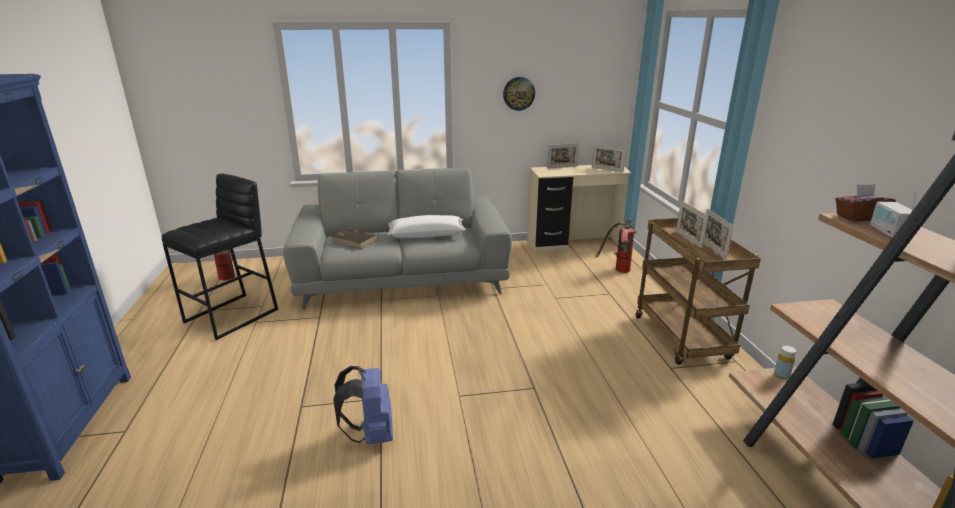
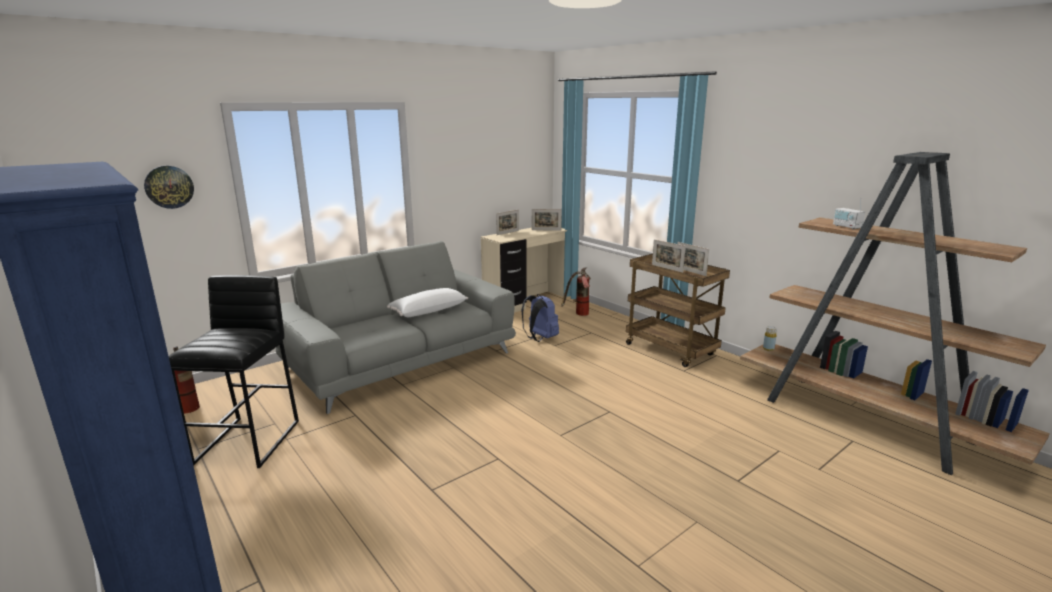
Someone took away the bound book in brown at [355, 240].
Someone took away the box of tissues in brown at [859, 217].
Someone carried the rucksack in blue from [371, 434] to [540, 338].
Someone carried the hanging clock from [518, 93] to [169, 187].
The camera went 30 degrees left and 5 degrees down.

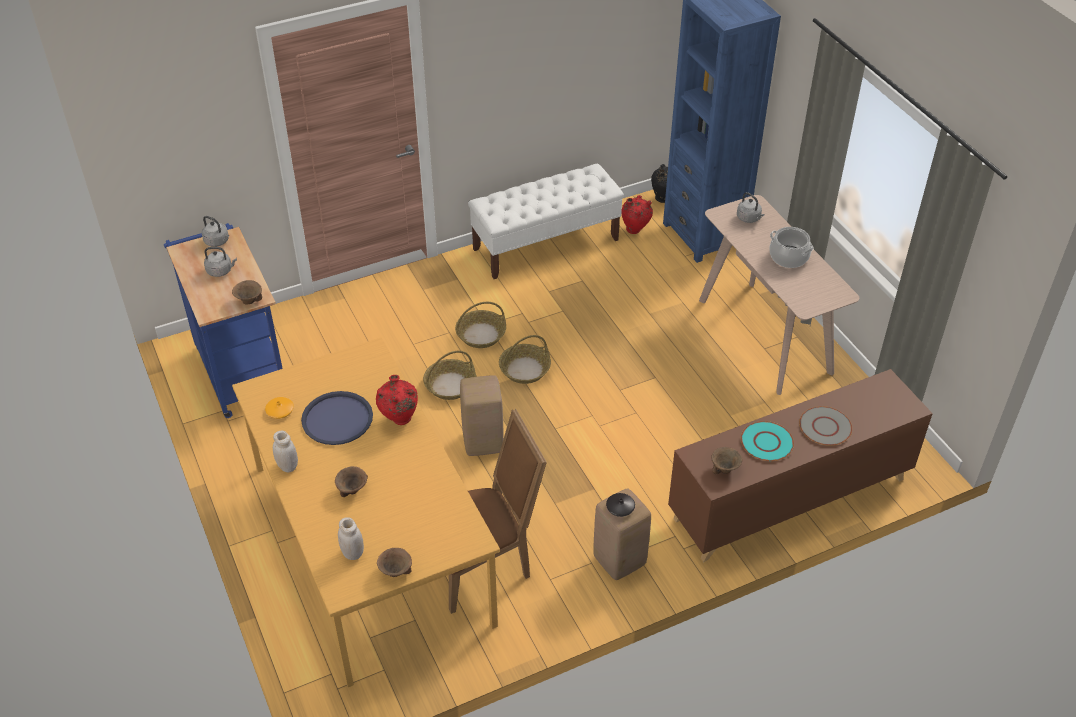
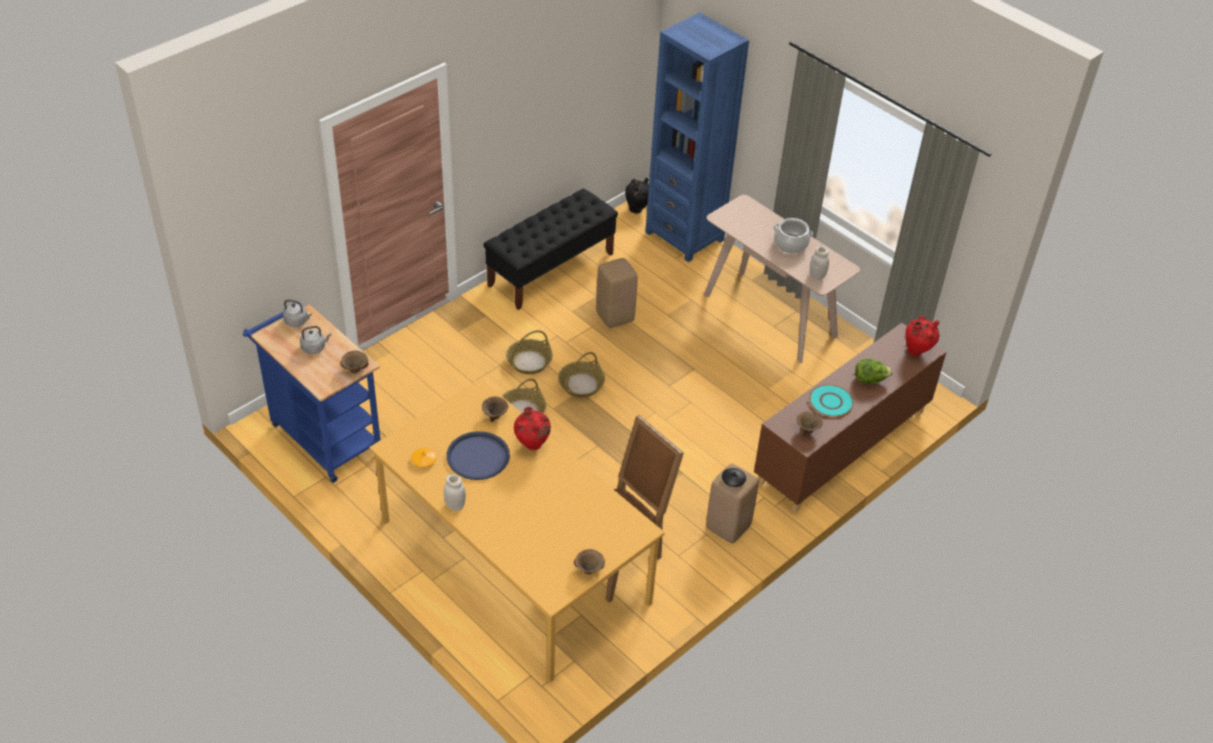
Someone took away the water kettle in greyish at [749, 218].
Someone carried the bowl in brown from [353, 489] to [495, 415].
Someone carried the storage jar in white-coloured from [352, 553] to [817, 275].
Someone carried the sitting stool in sand-coloured from [483, 442] to [615, 316].
Someone carried the flower vase in red-coloured from [635, 231] to [917, 352].
Someone swapped the dinner plate in greyish at [825, 427] for the head of lettuce at [870, 380].
Someone repainted the long seat in white-coloured at [546, 244], which became the long seat in blackish at [551, 269].
The camera went 20 degrees left and 0 degrees up.

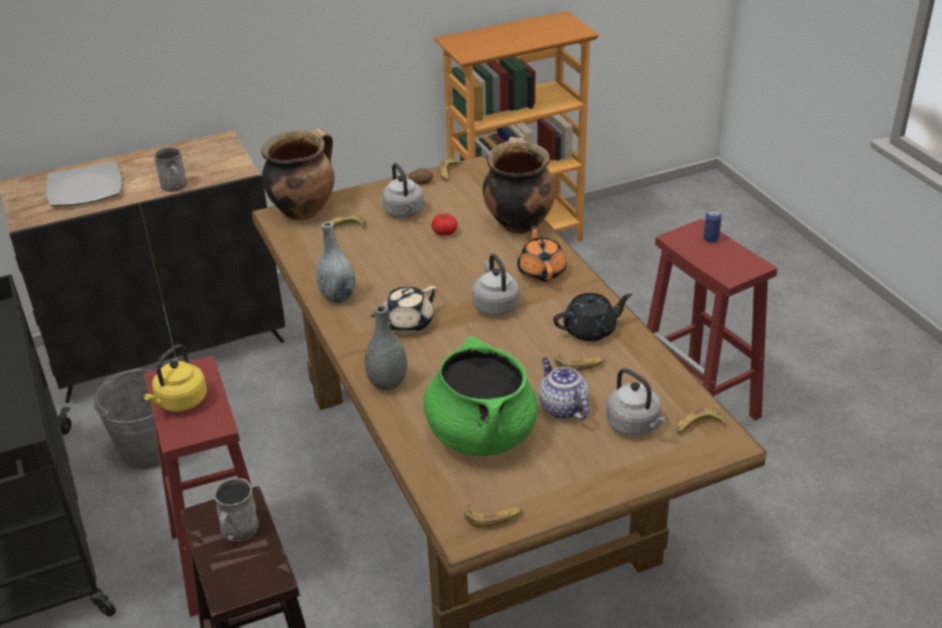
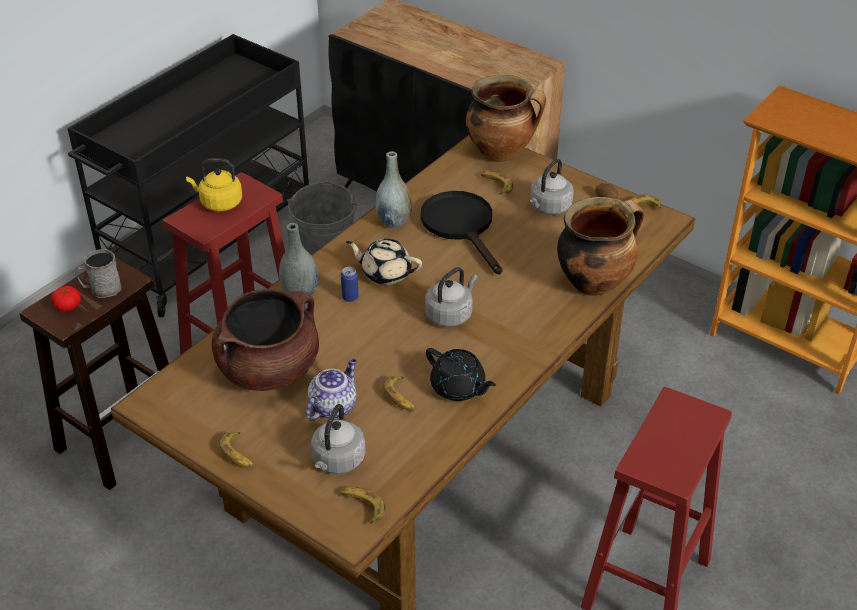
Someone took away the dinner plate at [85, 188].
Someone took away the tea mug in greyish at [175, 186].
Someone took away the tea pot in orangey at [541, 271].
Someone put down the frying pan in blackish at [461, 226].
Someone carried the fresh tomato from [444, 232] to [68, 306].
Someone carried the whole banana from [493, 517] to [238, 454].
Someone carried the can from [710, 239] to [350, 297].
Someone repainted the saucepot in greenish at [481, 434], which became the saucepot in brown at [269, 369].
The camera went 60 degrees right and 5 degrees up.

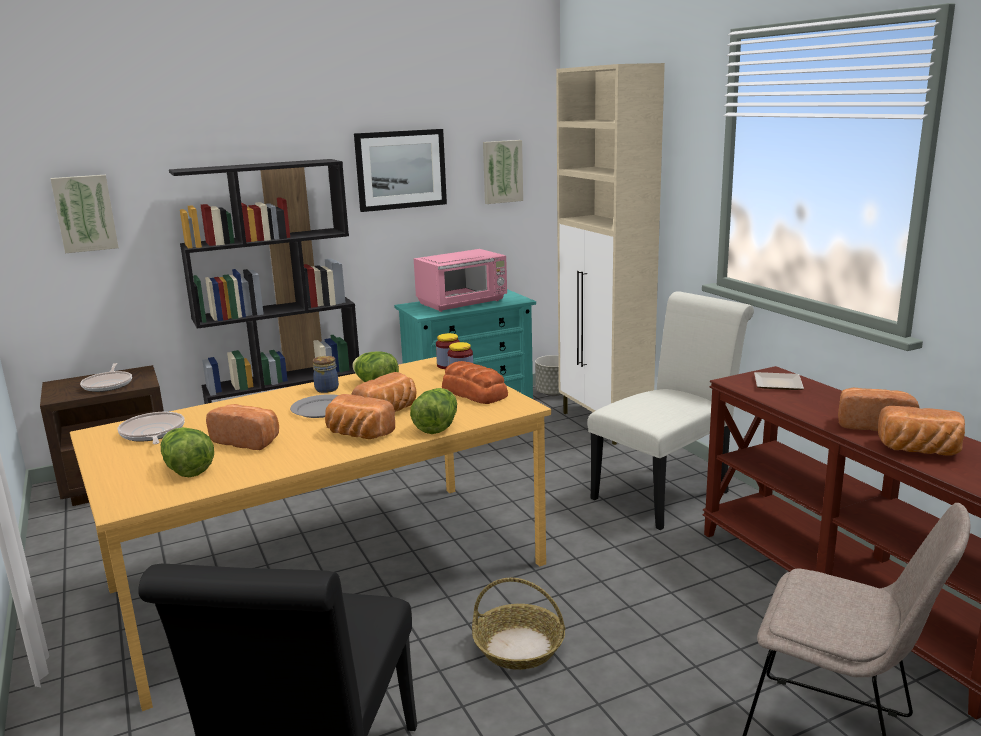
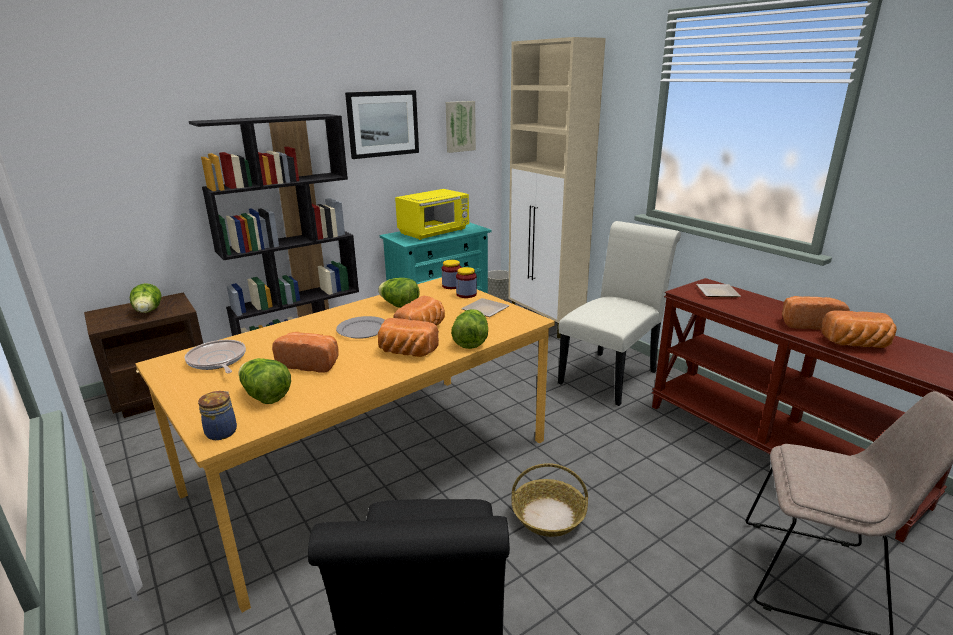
Someone took away the wall art at [85, 213].
Someone carried the storage jar from [327, 389] to [222, 431].
Someone swapped the frying pan at [108, 384] for the head of lettuce at [148, 312].
Someone swapped the baked bread at [474, 393] for the dinner plate at [485, 309].
Someone repainted the kitchen microwave in pink-coloured at [463, 303], which became the kitchen microwave in yellow-coloured at [435, 232].
The camera went 10 degrees left and 5 degrees up.

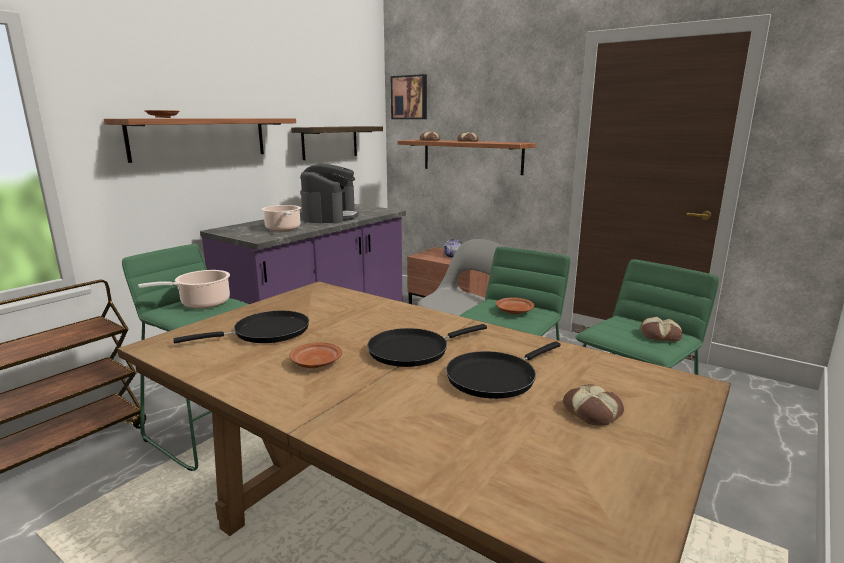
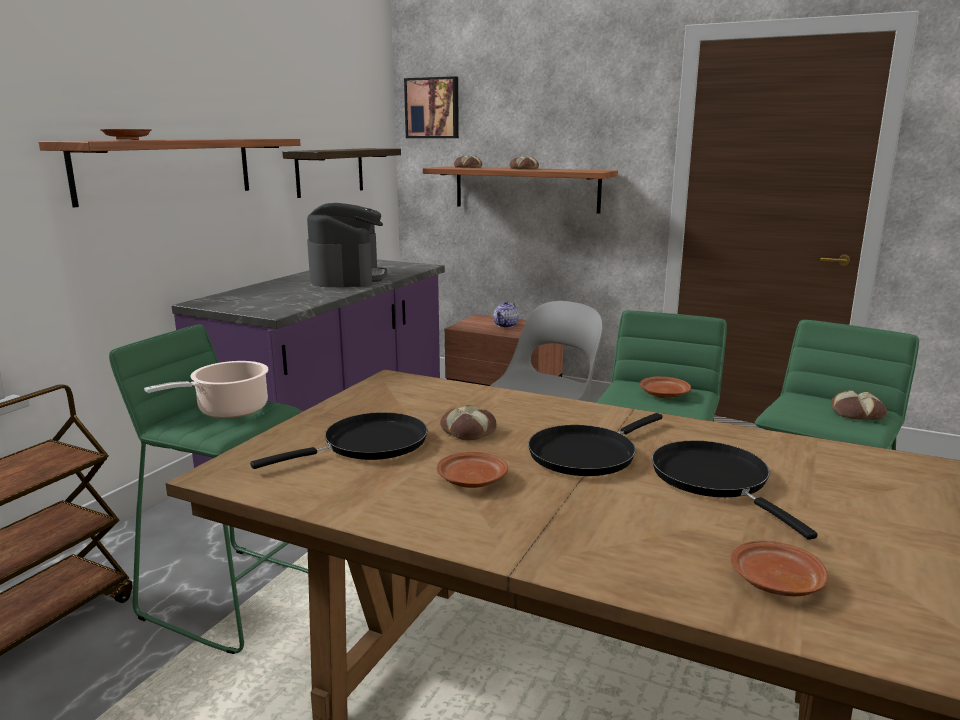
Someone took away the saucepot at [283, 229].
Someone put down the dinner plate in brown at [775, 582].
Someone carried the baked bread from [593, 411] to [469, 430].
Someone rotated the frying pan in blackish at [495, 377] by 120 degrees clockwise.
The camera went 10 degrees left and 0 degrees up.

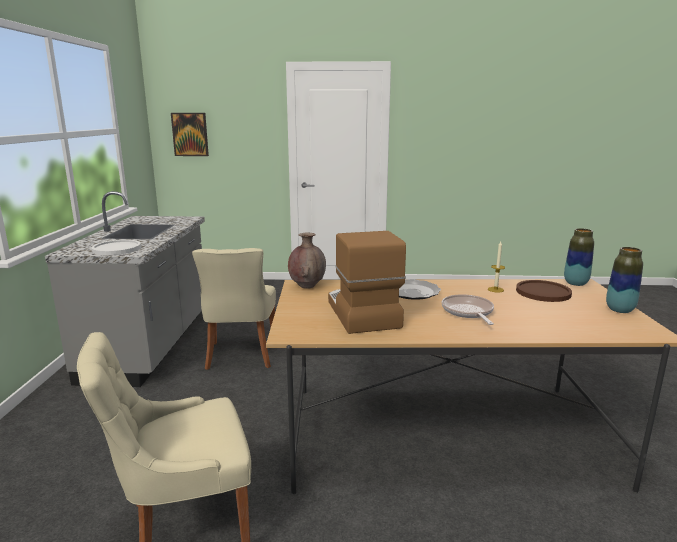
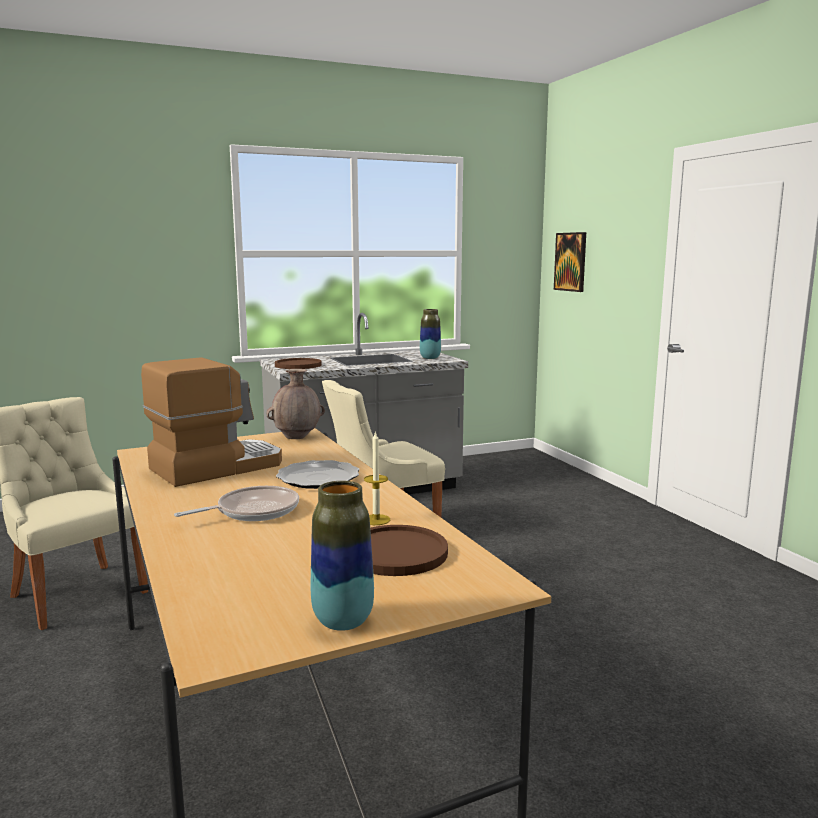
Someone carried the flower vase from [575, 283] to [430, 358].
Someone repainted the dinner plate in white-coloured at [116, 249], which became the dinner plate in brown at [298, 365].
The camera went 65 degrees right and 5 degrees down.

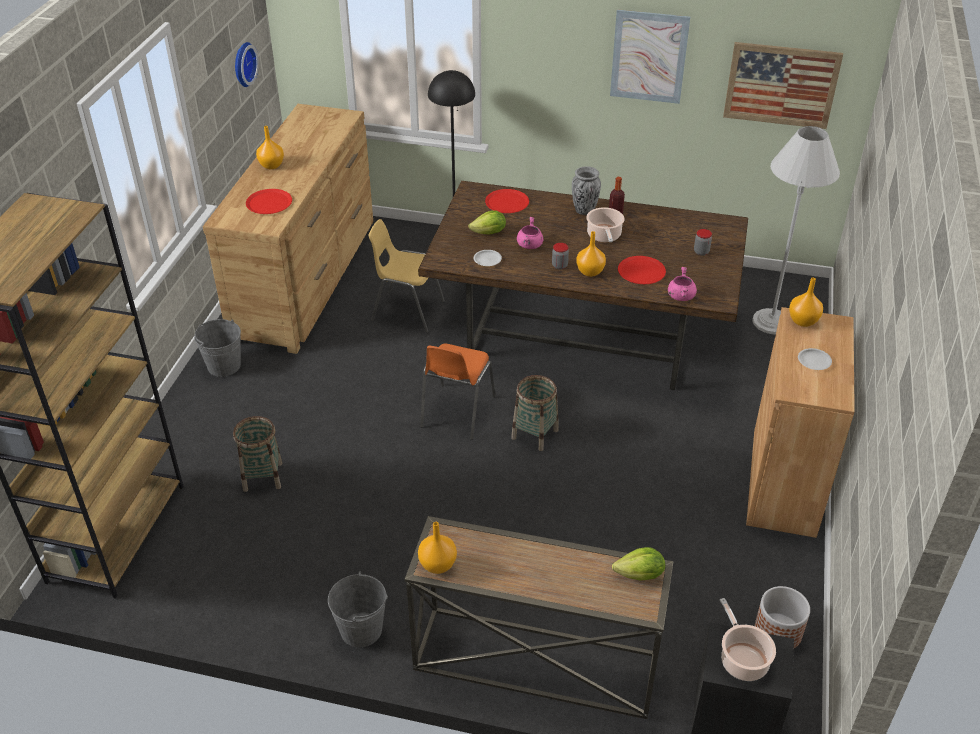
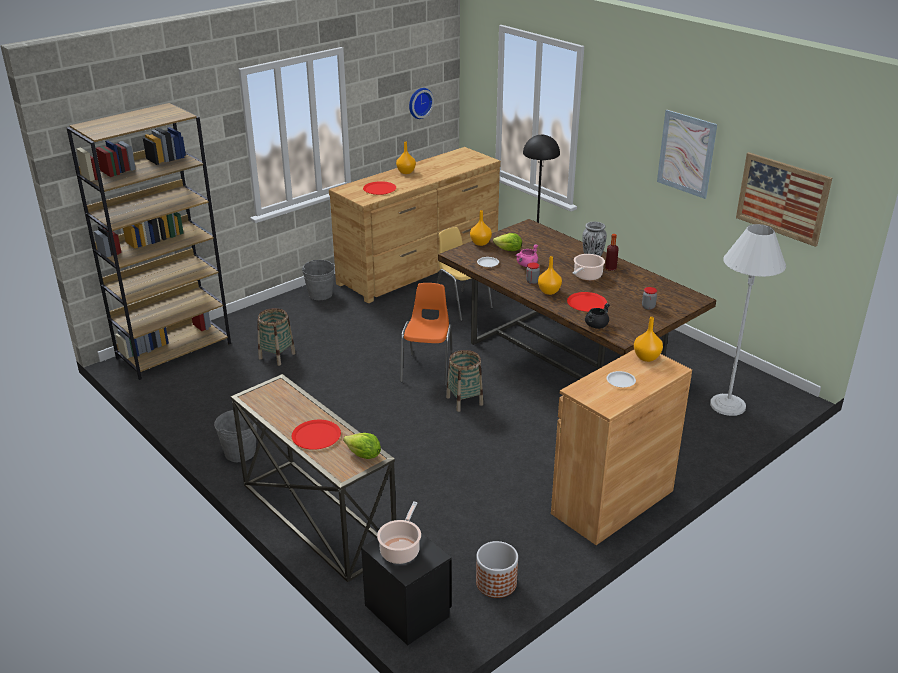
Someone carried the flower vase in orangey from [437, 565] to [480, 243].
Someone carried the dinner plate in red-coloured from [507, 202] to [316, 435].
Someone repainted the saucepot in pink-coloured at [680, 296], which became the saucepot in blackish at [596, 325].
Someone rotated the plain chair in orangey at [456, 412] by 135 degrees clockwise.
The camera went 35 degrees right and 10 degrees down.

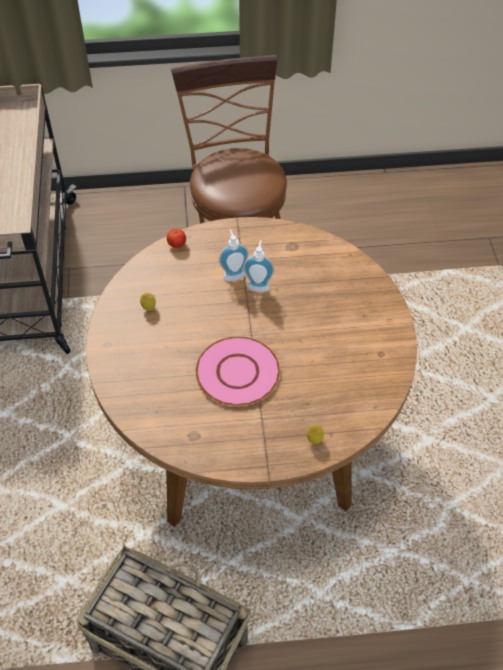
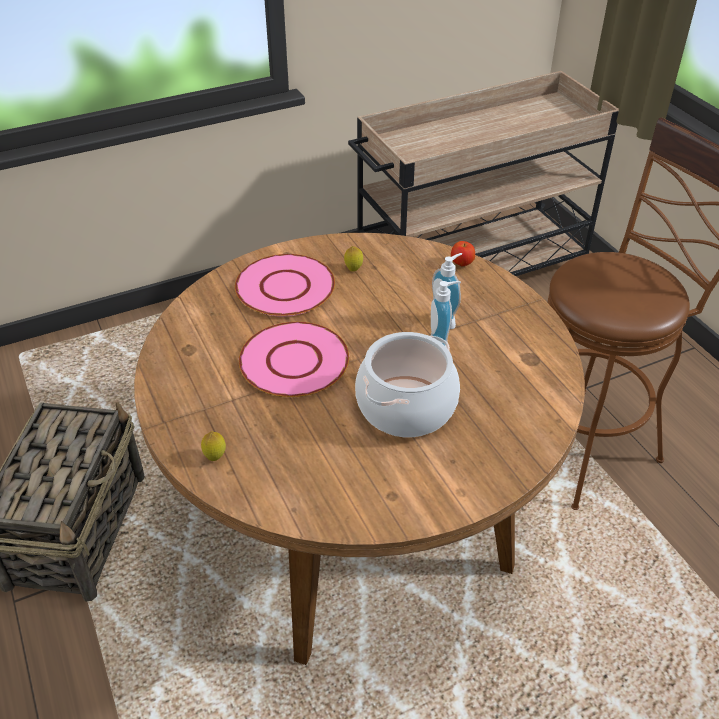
Someone put down the dinner plate in pink-coloured at [284, 287].
Someone put down the saucepot at [406, 406].
The camera went 70 degrees right and 10 degrees down.

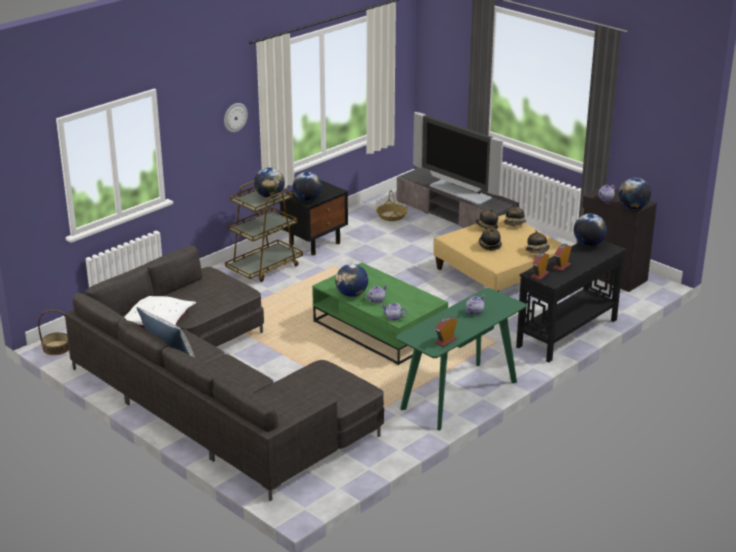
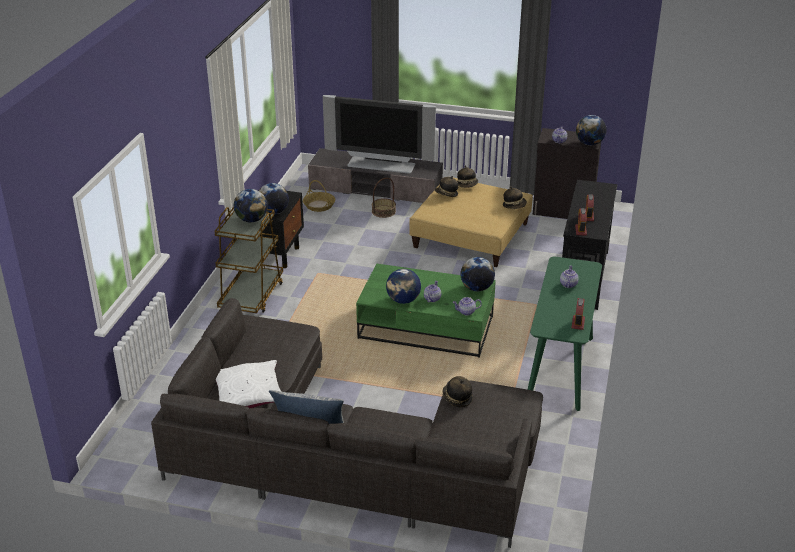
Someone took away the hanging clock at [235, 117].
Someone carried the basket from [56, 348] to [383, 211].
Someone carried the wearable hat from [489, 245] to [457, 398].
Someone carried the world globe from [588, 244] to [476, 288].
The camera went 30 degrees left and 5 degrees up.

